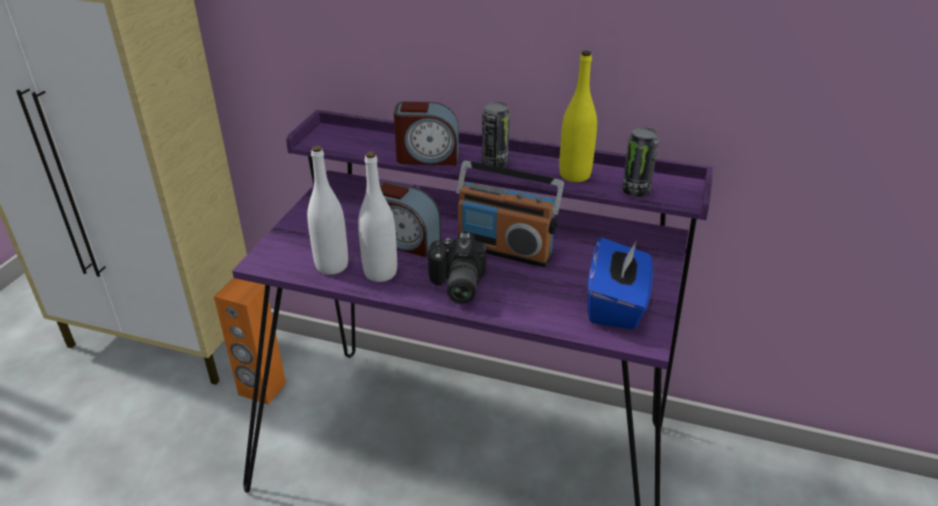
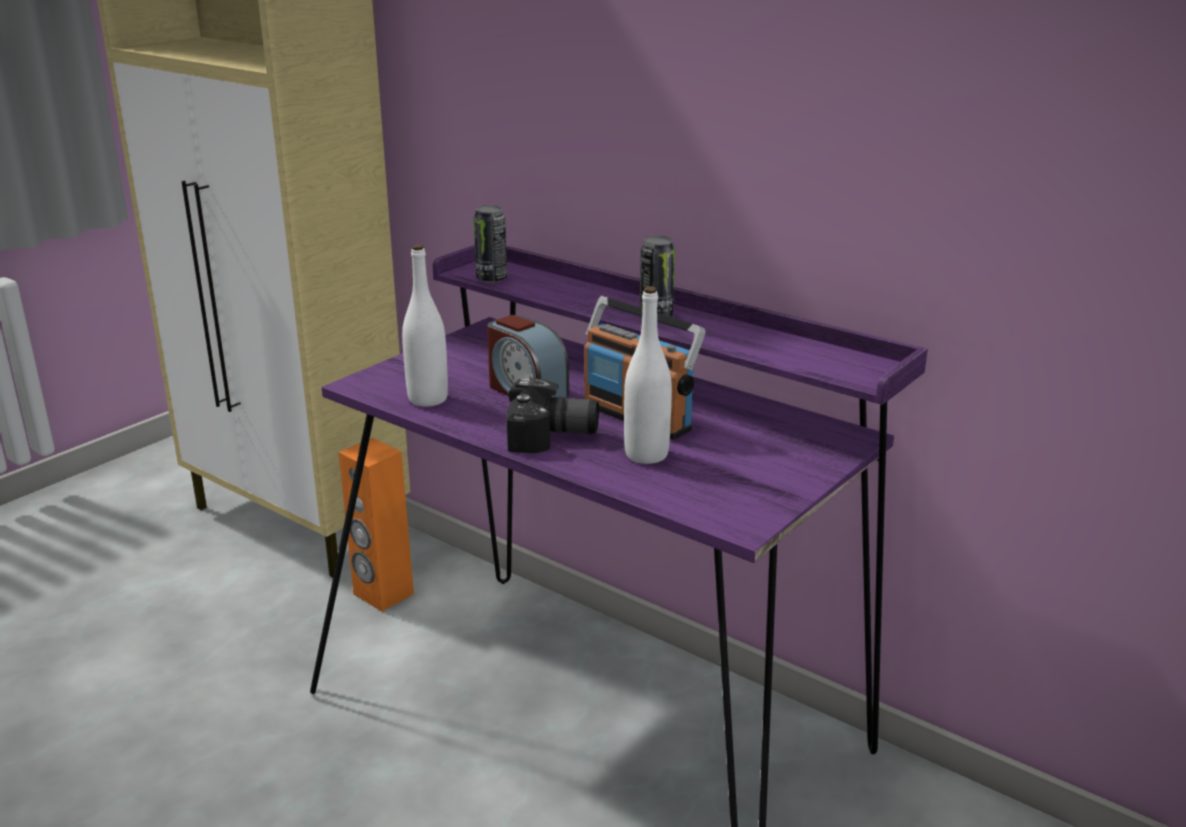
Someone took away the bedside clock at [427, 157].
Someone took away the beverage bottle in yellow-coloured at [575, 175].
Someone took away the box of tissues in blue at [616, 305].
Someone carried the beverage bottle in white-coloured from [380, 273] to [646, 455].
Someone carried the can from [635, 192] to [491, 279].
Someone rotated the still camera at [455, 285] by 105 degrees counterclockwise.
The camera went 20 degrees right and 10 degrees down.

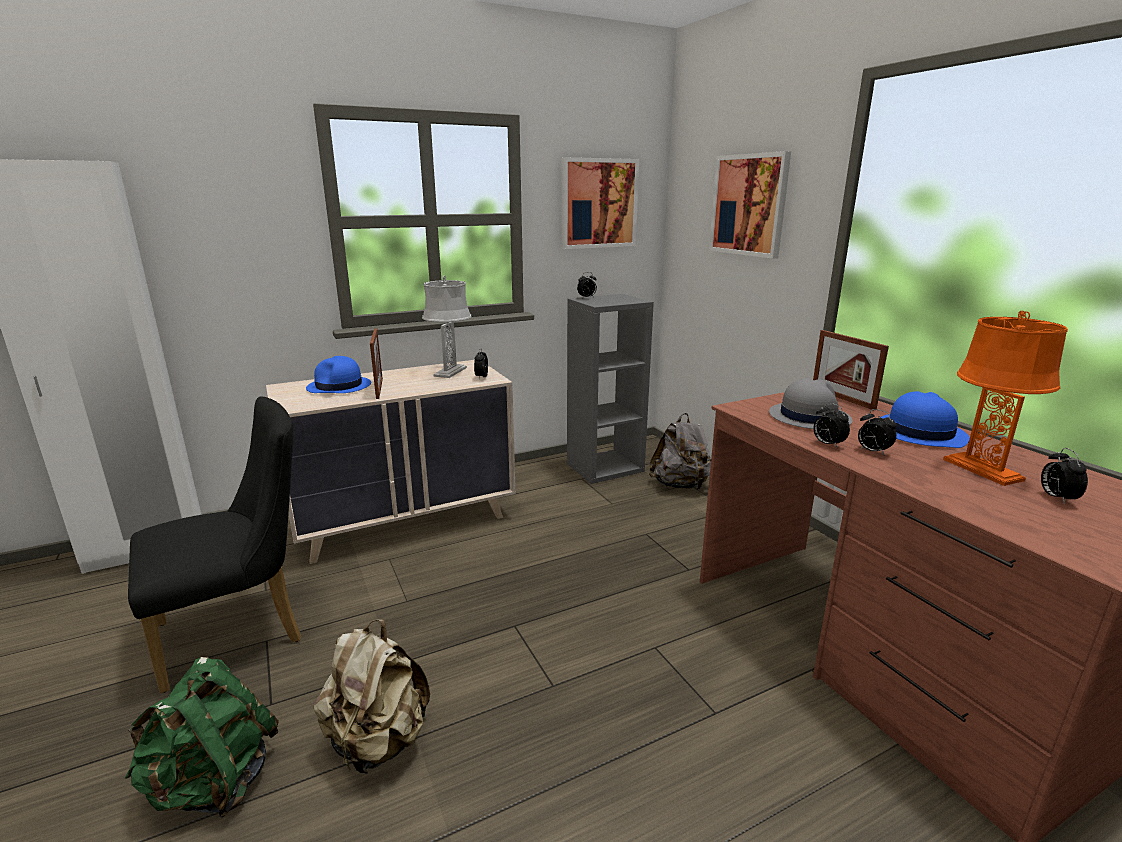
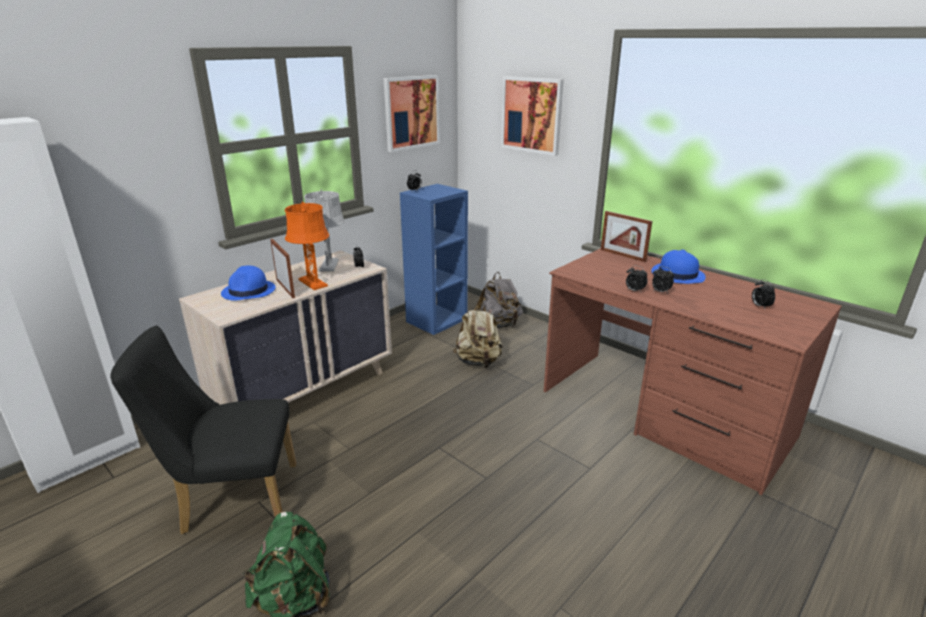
Someone took away the wearable hat in greyish at [808, 417].
Someone carried the rucksack in sand-coloured from [378, 742] to [478, 362].
Someone carried the lamp for a table in orangey from [981, 469] to [312, 283].
Someone repainted the bookcase in greyish at [605, 467], which became the bookcase in blue at [436, 320].
Someone rotated the plain chair in blackish at [242, 630] by 135 degrees counterclockwise.
The camera went 20 degrees left and 5 degrees up.

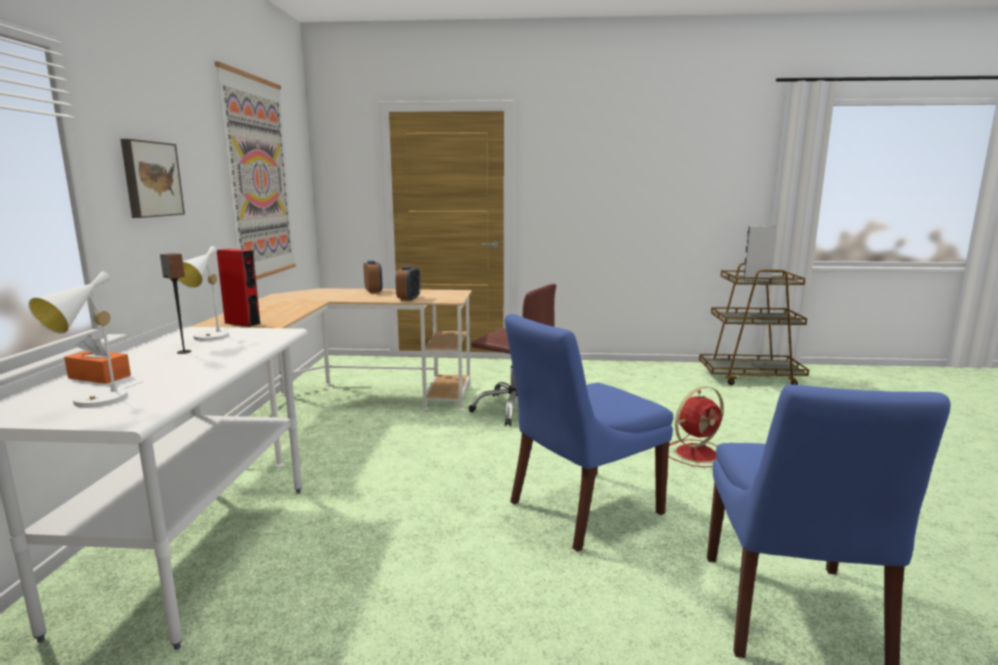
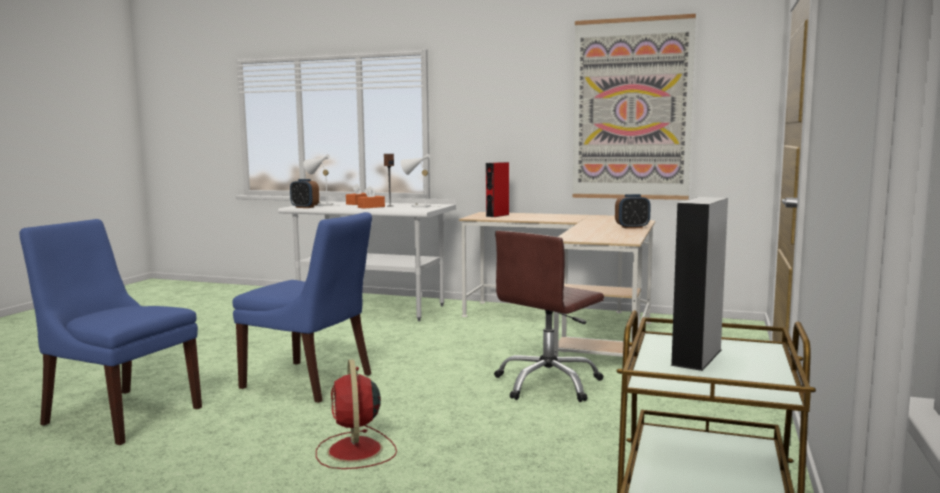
Someone took away the wall art at [150, 179].
Someone put down the box of tissues in orangey at [371, 207].
Someone carried the bedside clock from [409, 299] to [305, 207].
Someone rotated the plain chair in blue at [581, 509] by 135 degrees clockwise.
The camera went 105 degrees right and 5 degrees down.

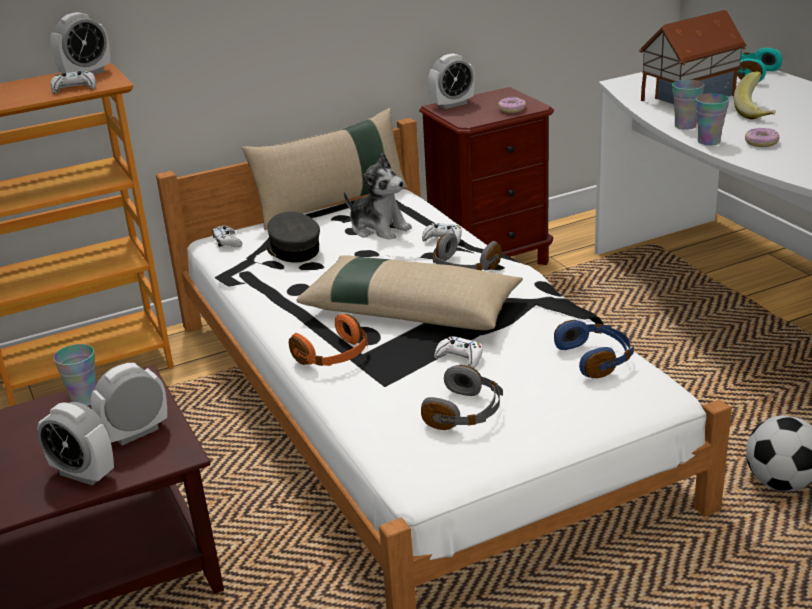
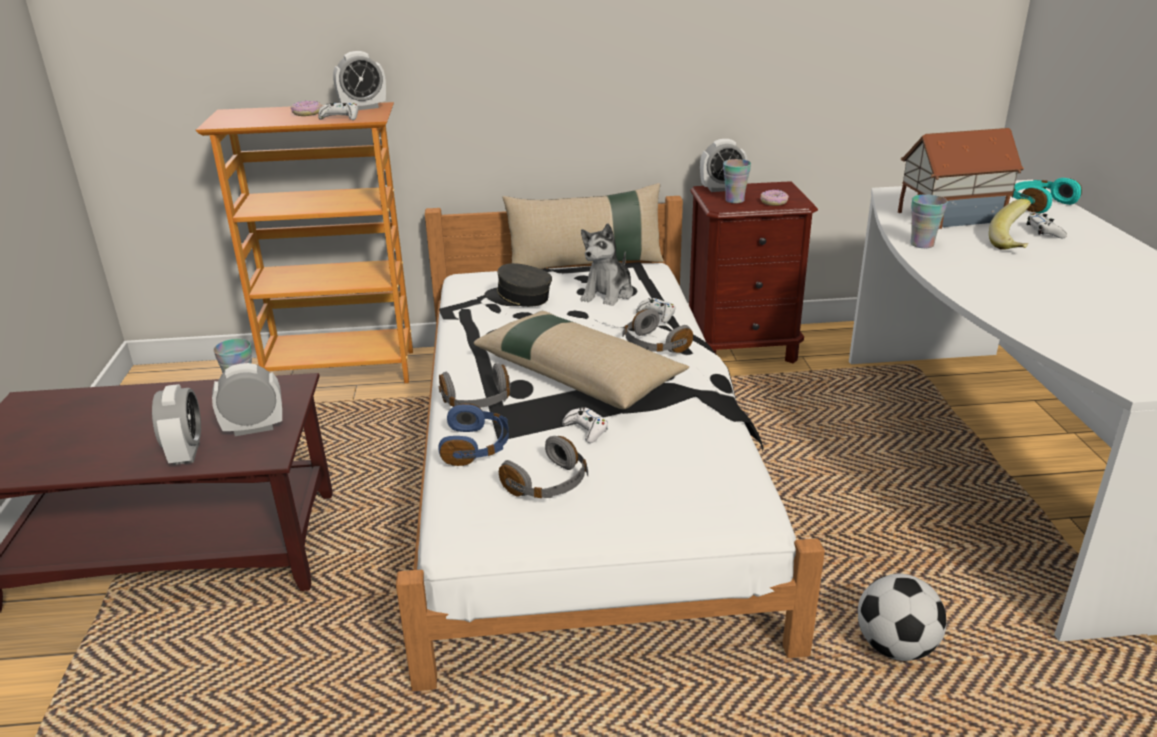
Someone carried the joypad in white-coloured from [227, 242] to [1044, 231].
Someone carried the pair of headphones in blue from [596, 359] to [476, 447].
Someone carried the small cup from [709, 141] to [734, 200].
Someone carried the ring doughnut from [761, 142] to [307, 113].
Someone repainted the pair of headphones in orangey at [334, 356], which became the pair of headphones in greyish at [477, 401].
Someone rotated the bedside clock at [83, 474] by 150 degrees counterclockwise.
Someone rotated the baseball cap in greyish at [293, 249] by 60 degrees counterclockwise.
Someone rotated the cuddly toy at [379, 229] by 60 degrees clockwise.
The camera went 20 degrees right and 0 degrees up.

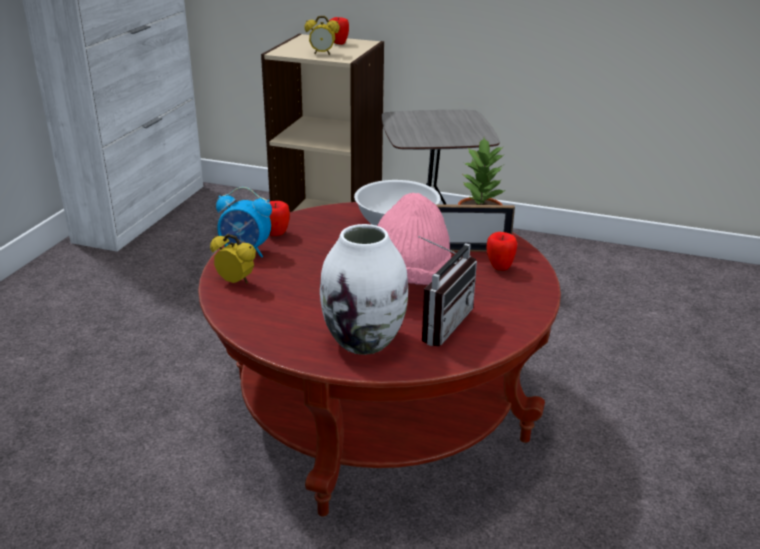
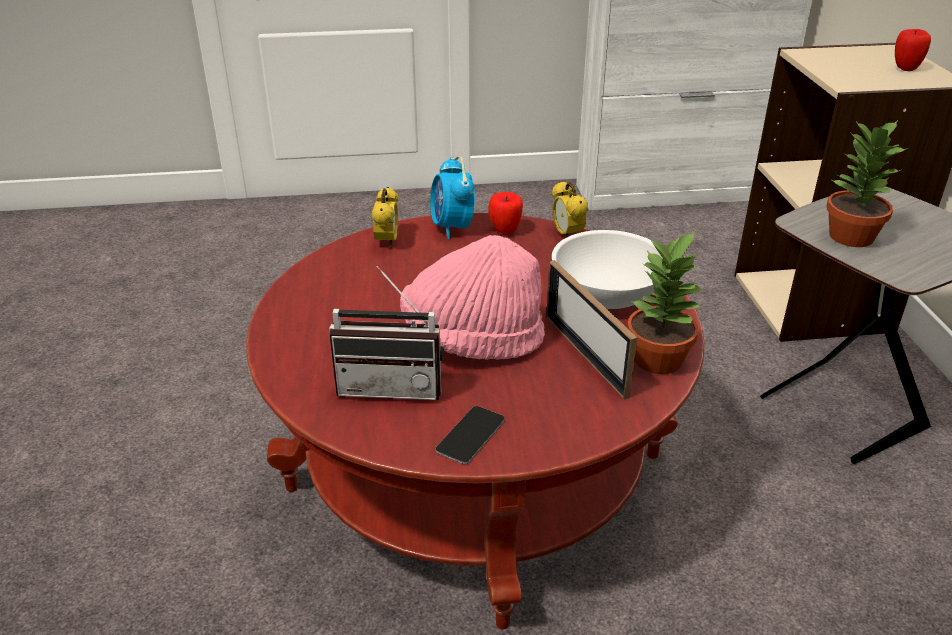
Someone took away the flower vase in white-coloured at [364, 341].
Someone took away the apple at [499, 267].
Someone put down the telephone at [470, 435].
Someone put down the potted plant at [849, 236].
Someone carried the bedside clock from [322, 53] to [567, 235].
The camera went 65 degrees right and 5 degrees up.

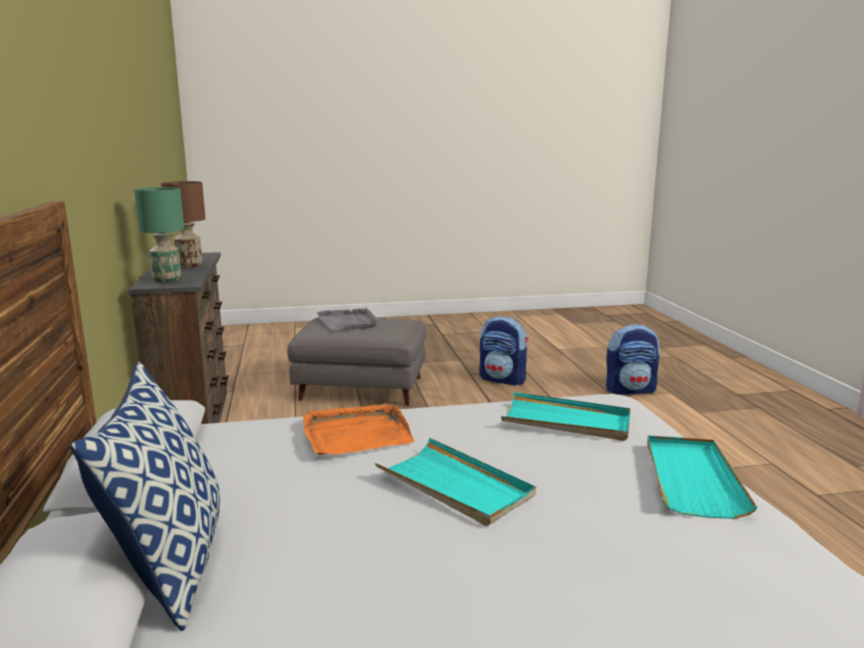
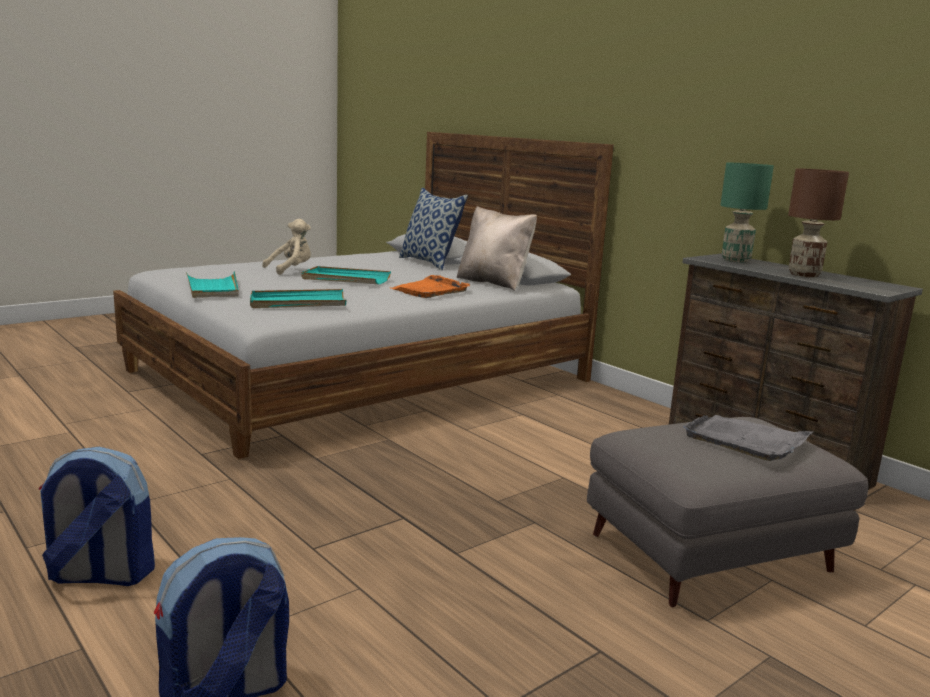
Someone put down the cuddly toy in sand-coloured at [291, 270].
Someone put down the pillow in sand-coloured at [494, 283].
Someone carried the rucksack from [503, 379] to [100, 575].
The camera went 150 degrees right and 0 degrees up.

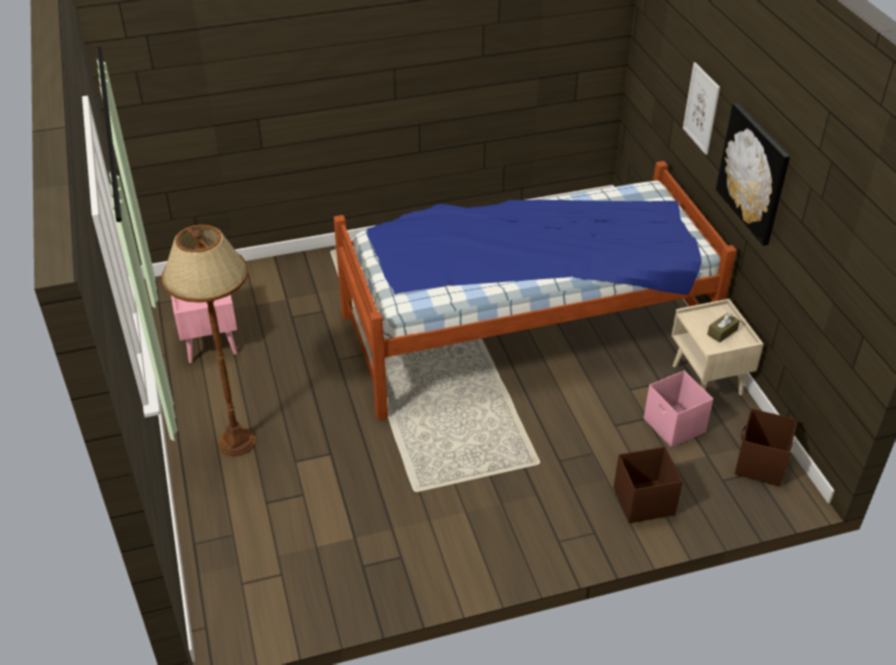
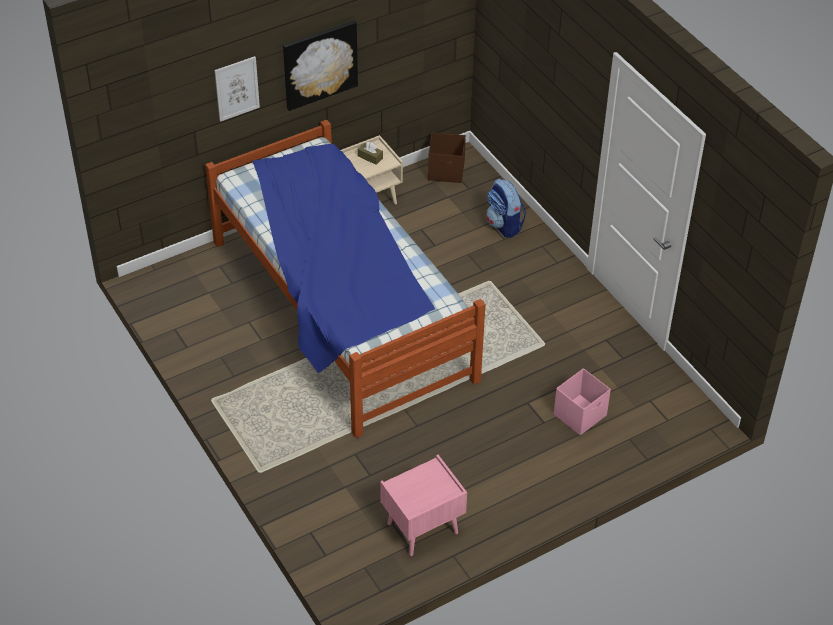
Someone took away the floor lamp in brown at [237, 442].
Someone carried the storage box in pink-coloured from [674, 426] to [580, 415].
Someone swapped the storage box in brown at [642, 501] for the rucksack at [504, 225].
The camera went 105 degrees left and 5 degrees up.

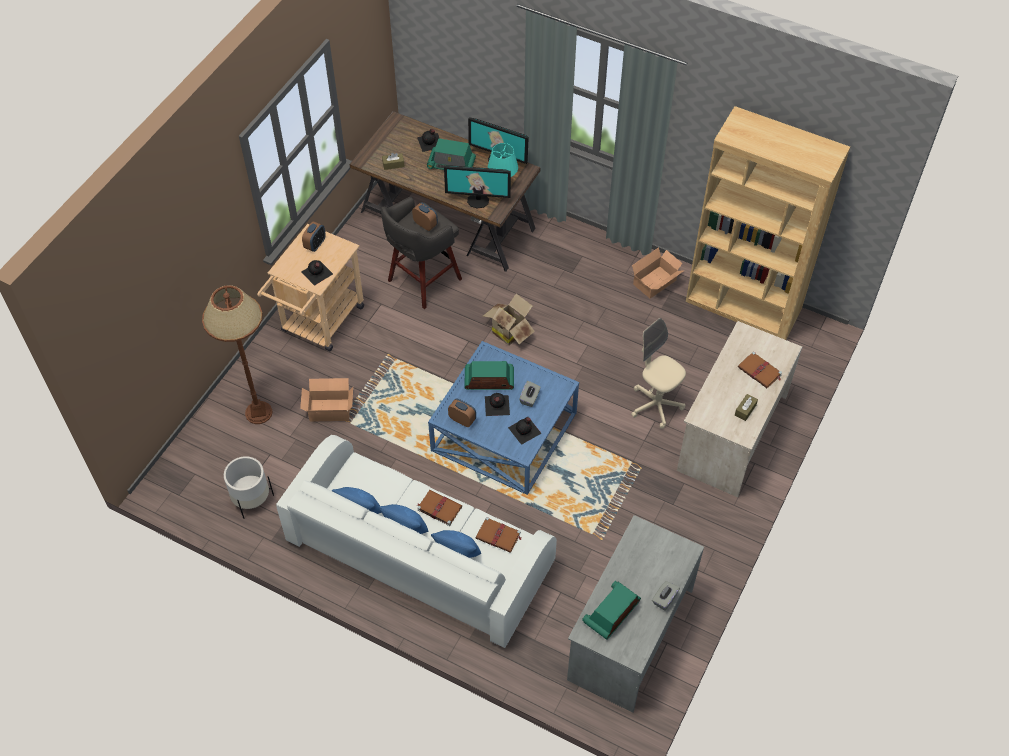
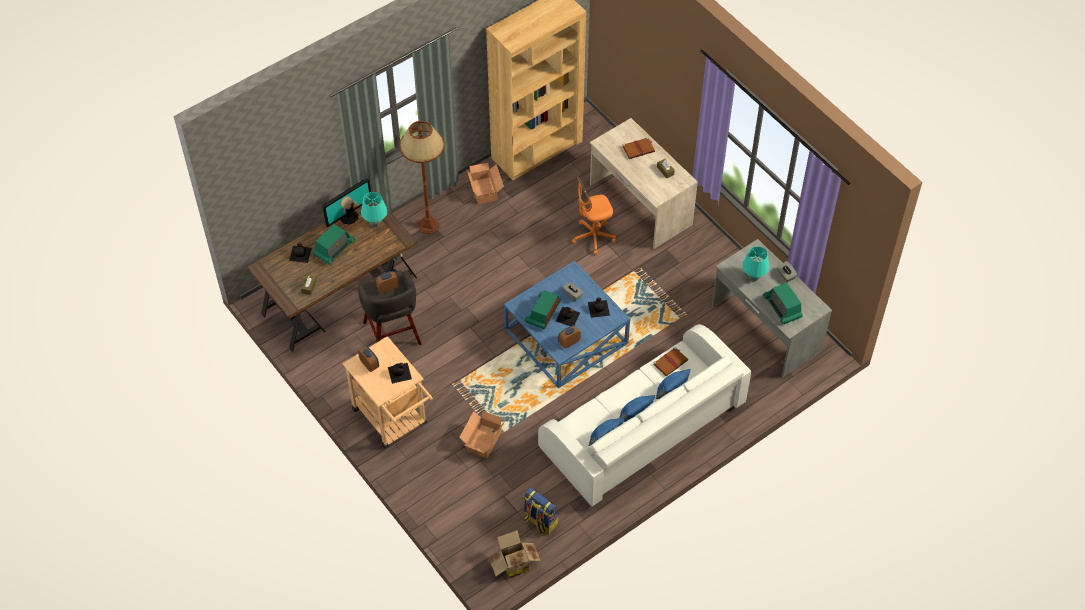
Someone took away the bound book in brown at [439, 508].
Someone took away the computer screen at [478, 200].
Someone put down the lamp for a table in blue-green at [753, 278].
Someone carried the floor lamp in brown from [259, 413] to [428, 225].
Someone carried the packing box from [509, 331] to [513, 564].
Someone swapped the plant pot in white-coloured at [251, 500] for the rucksack at [539, 521].
Someone repainted the office chair in sand-coloured at [656, 405], which became the office chair in orangey at [593, 237].
The camera went 65 degrees left and 0 degrees up.

